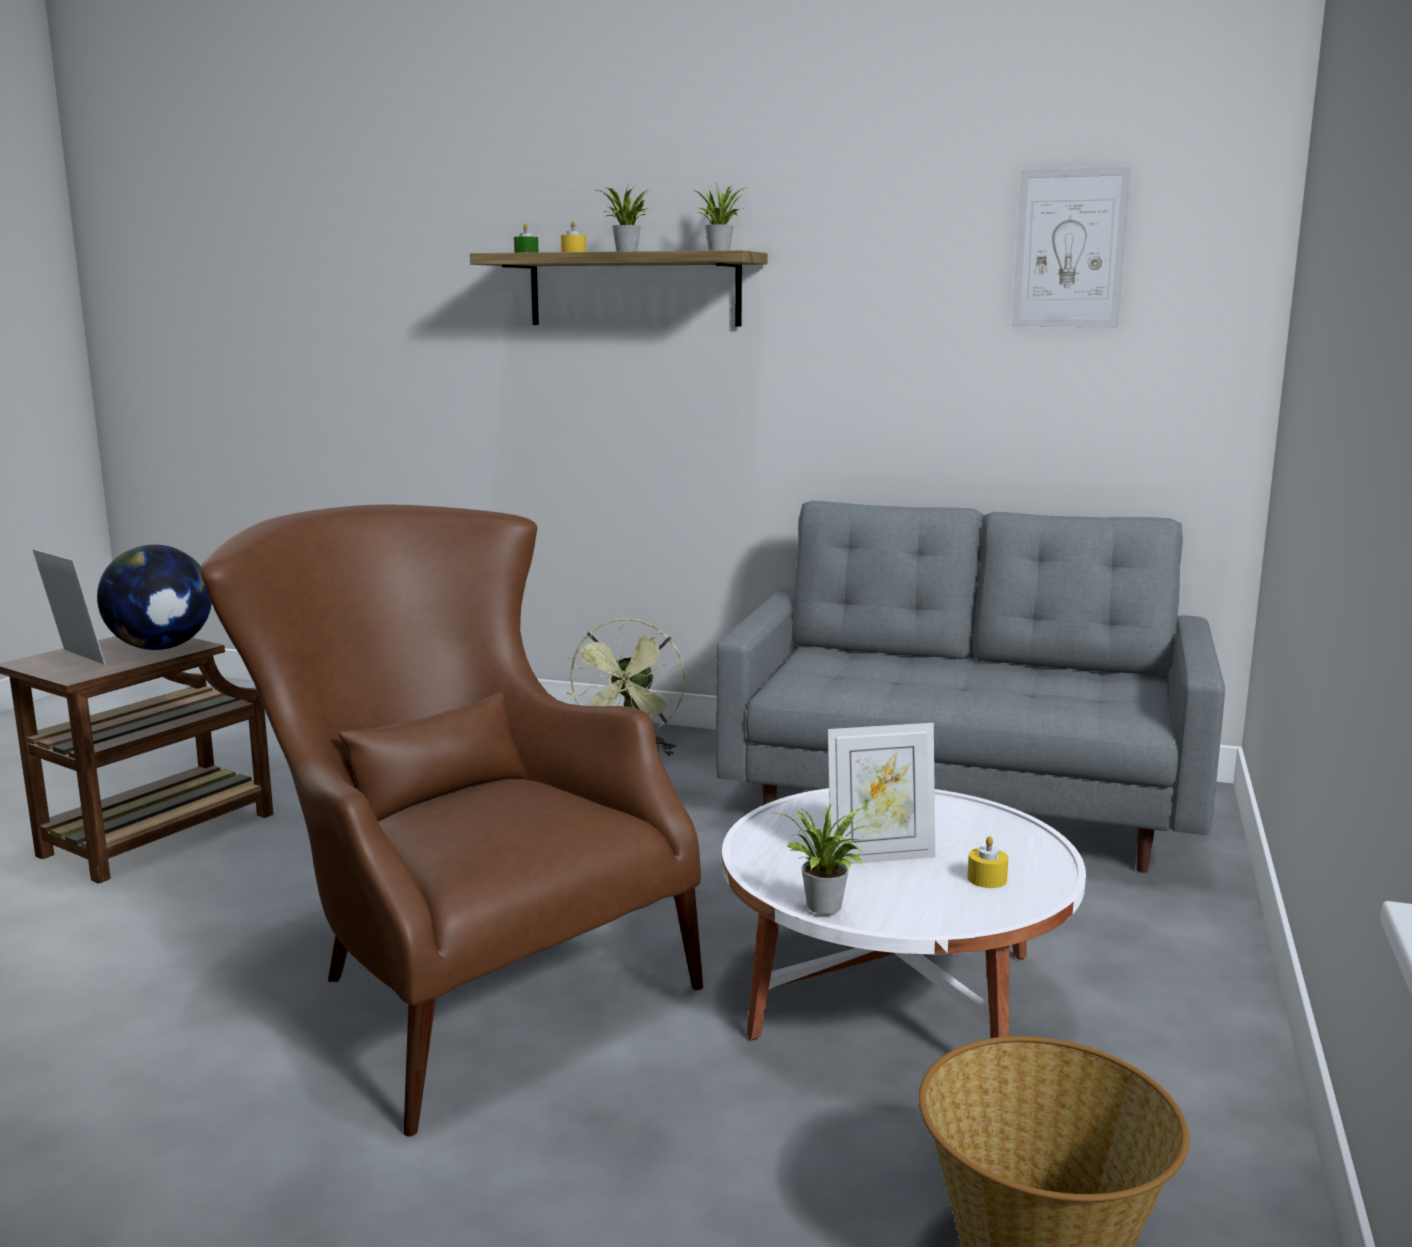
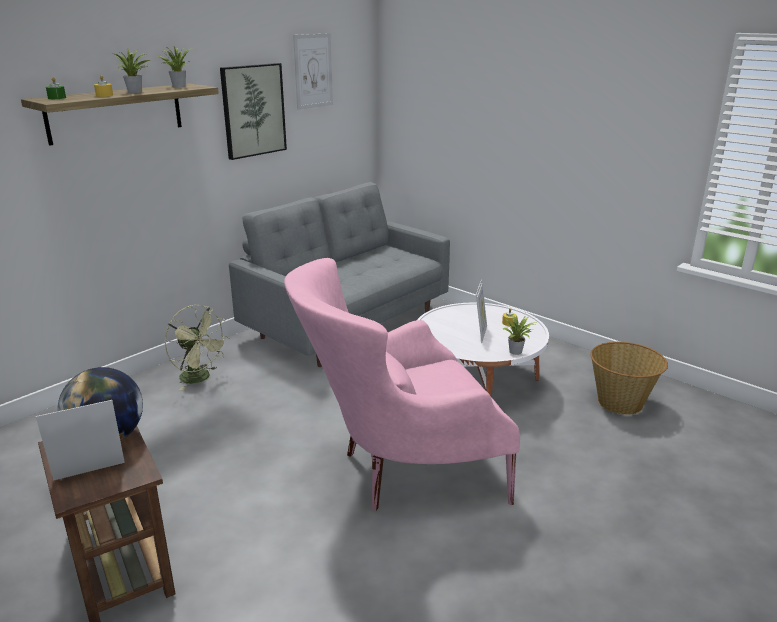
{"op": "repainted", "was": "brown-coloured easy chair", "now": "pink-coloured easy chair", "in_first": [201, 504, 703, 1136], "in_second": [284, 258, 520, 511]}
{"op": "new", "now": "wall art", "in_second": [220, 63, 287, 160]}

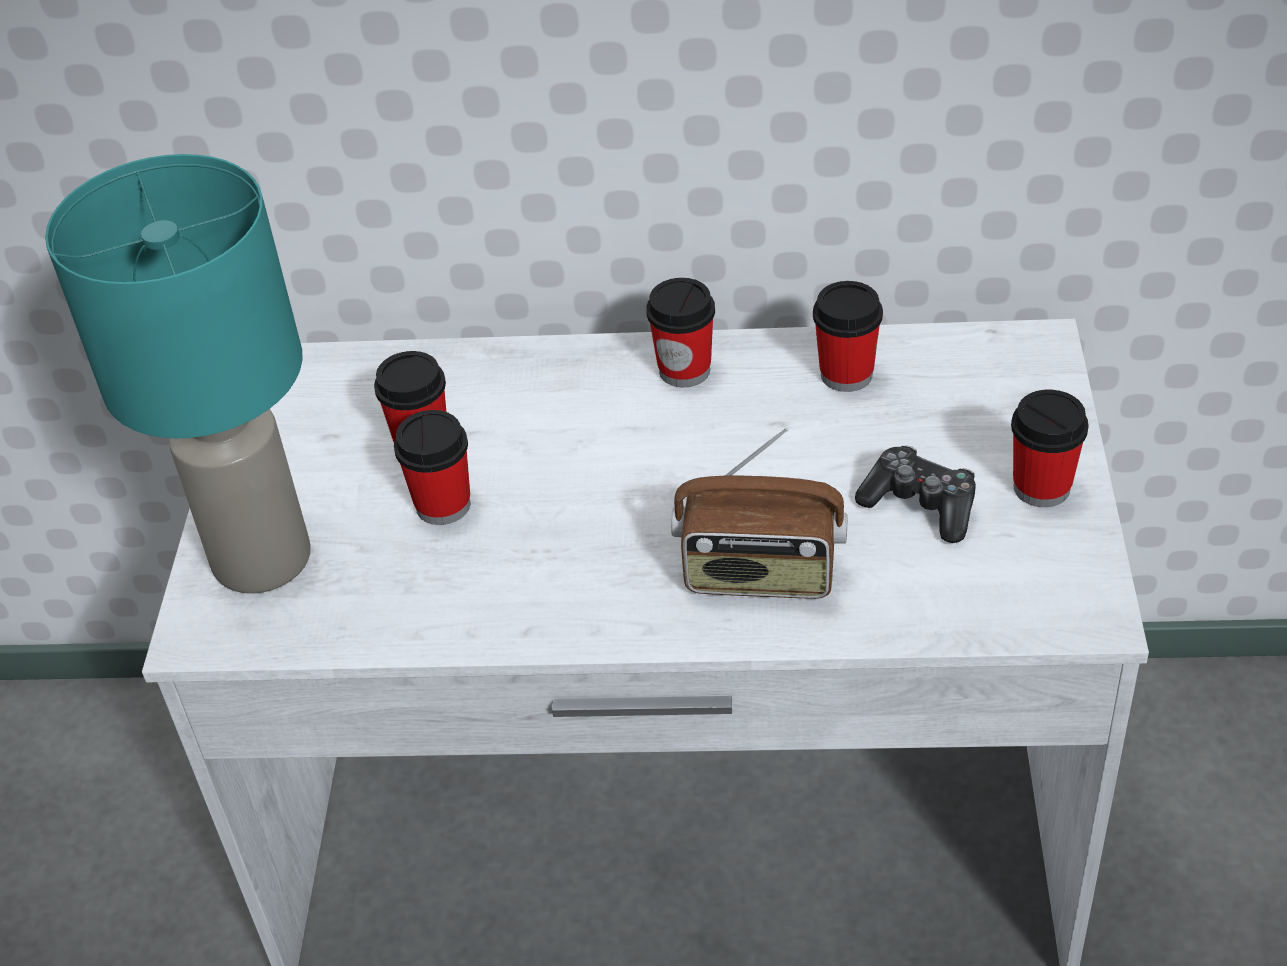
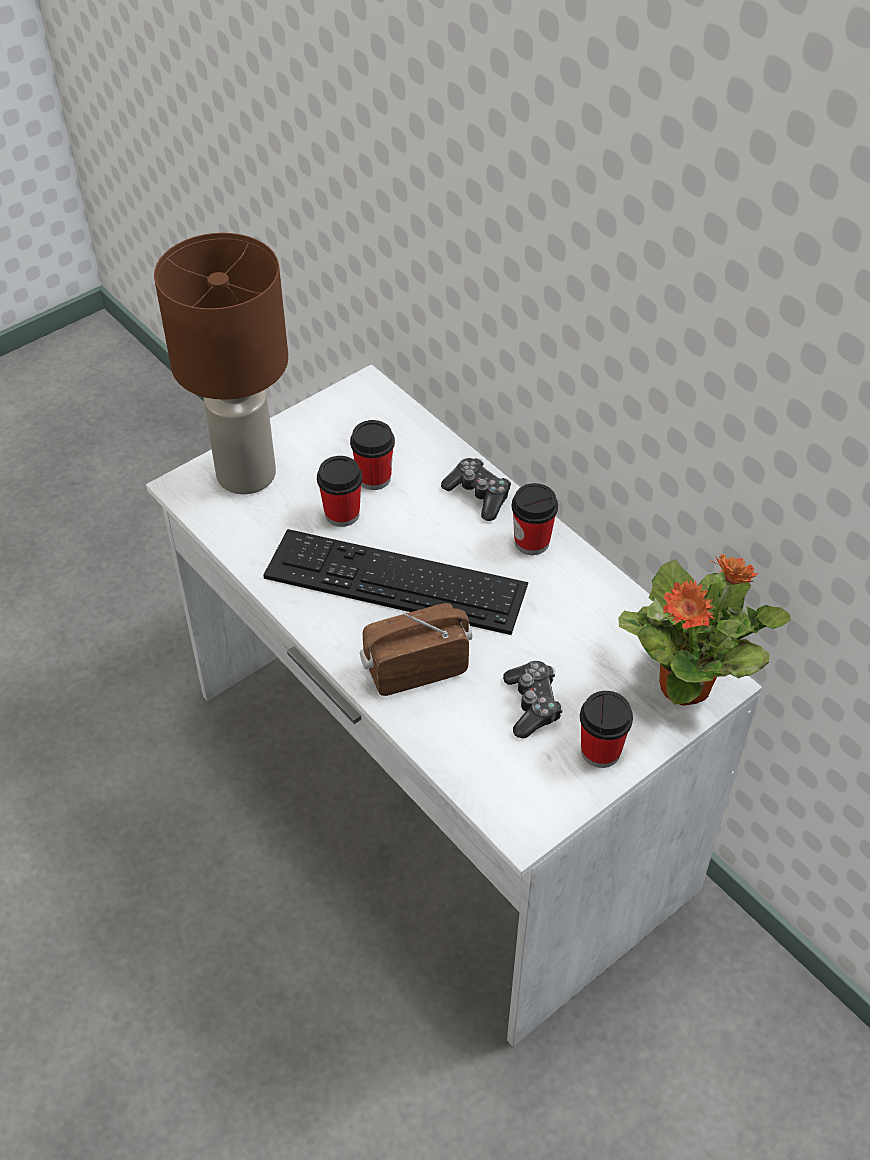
{"op": "repainted", "was": "turquoise lamp for a table", "now": "brown-coloured lamp for a table", "in_first": [45, 154, 311, 593], "in_second": [154, 233, 288, 494]}
{"op": "rotated", "was": "radio", "in_first": [671, 428, 848, 599], "in_second": [360, 603, 472, 696], "clockwise": 105}
{"op": "gone", "was": "small cup", "in_first": [813, 281, 883, 392]}
{"op": "new", "now": "PC keyboard", "in_second": [264, 529, 528, 635]}
{"op": "new", "now": "game controller", "in_second": [441, 458, 511, 521]}
{"op": "new", "now": "plant in a pot", "in_second": [618, 553, 791, 706]}

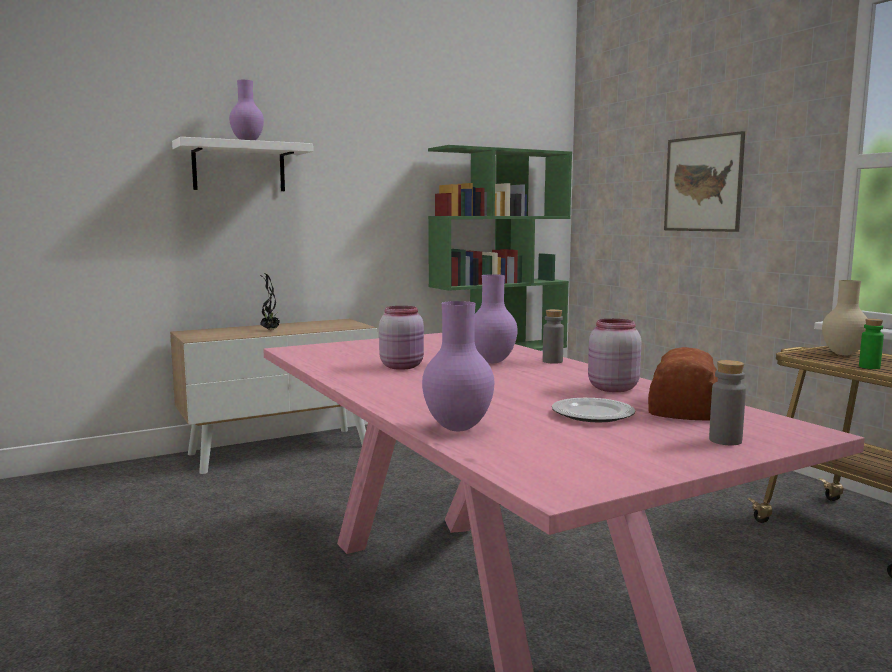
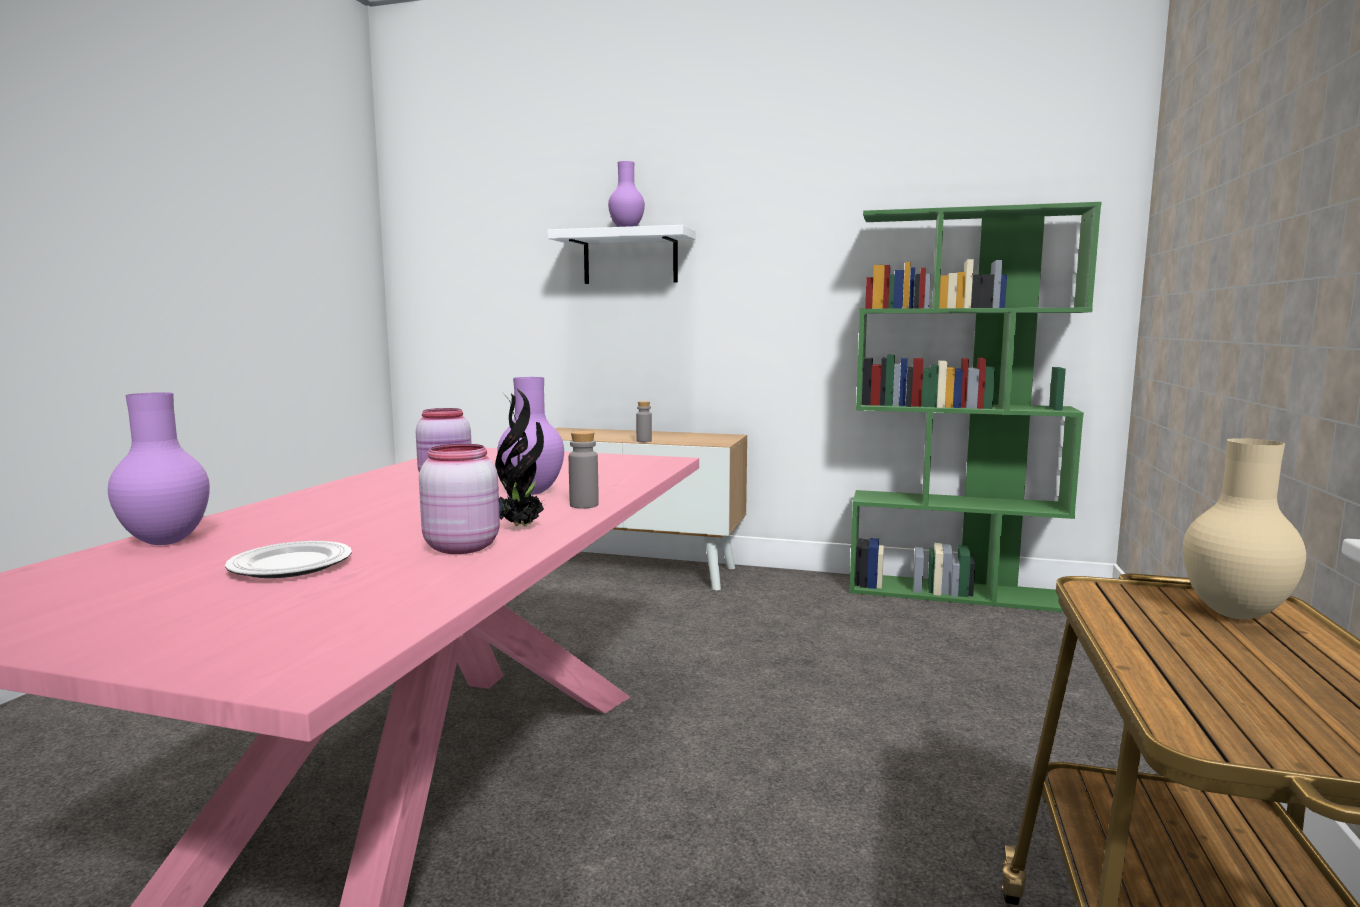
{"op": "shifted", "was": "plant in a pot", "in_first": [260, 273, 280, 330], "in_second": [495, 389, 546, 526]}
{"op": "gone", "was": "bread", "in_first": [648, 347, 718, 421]}
{"op": "gone", "was": "wall art", "in_first": [664, 131, 745, 232]}
{"op": "shifted", "was": "grey beverage bottle", "in_first": [709, 360, 746, 445], "in_second": [636, 401, 652, 442]}
{"op": "gone", "was": "green-coloured beverage bottle", "in_first": [859, 319, 884, 369]}

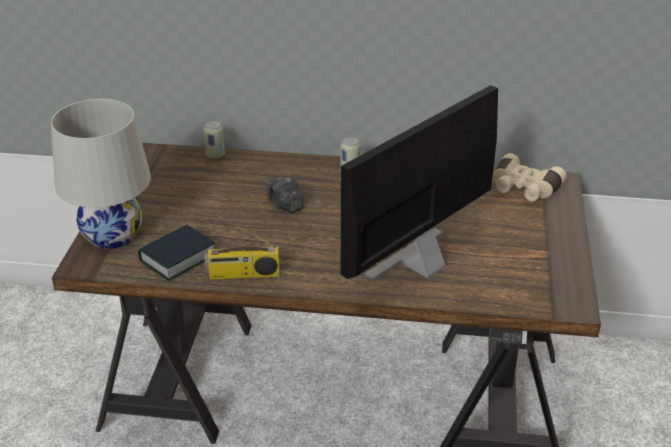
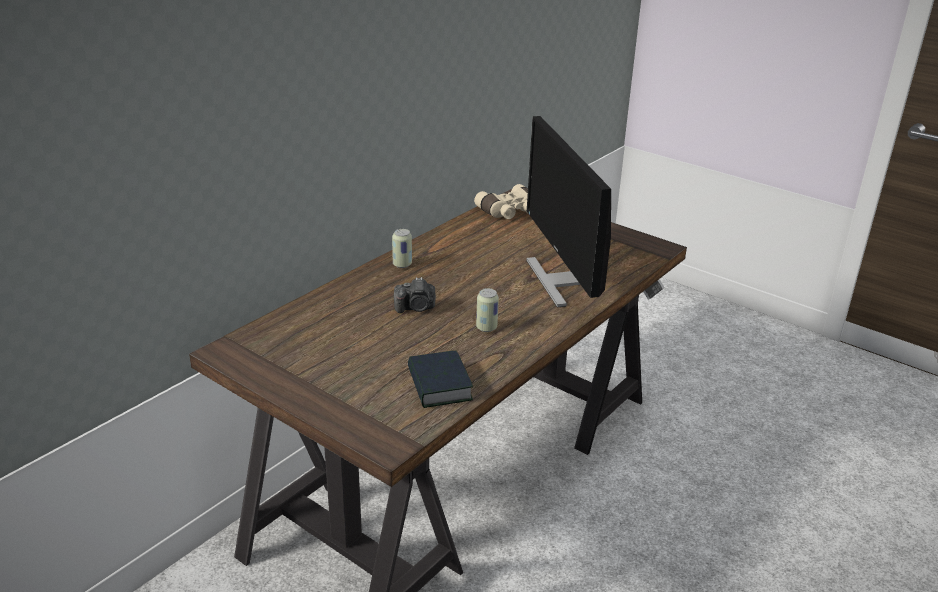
{"op": "gone", "was": "whitish lamp for a table", "in_first": [51, 99, 151, 249]}
{"op": "shifted", "was": "sealed can", "in_first": [203, 121, 225, 159], "in_second": [476, 288, 499, 332]}
{"op": "gone", "was": "radio", "in_first": [204, 215, 280, 280]}

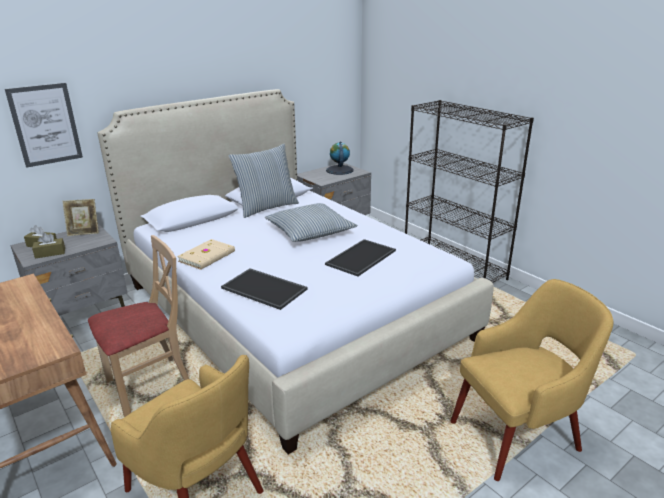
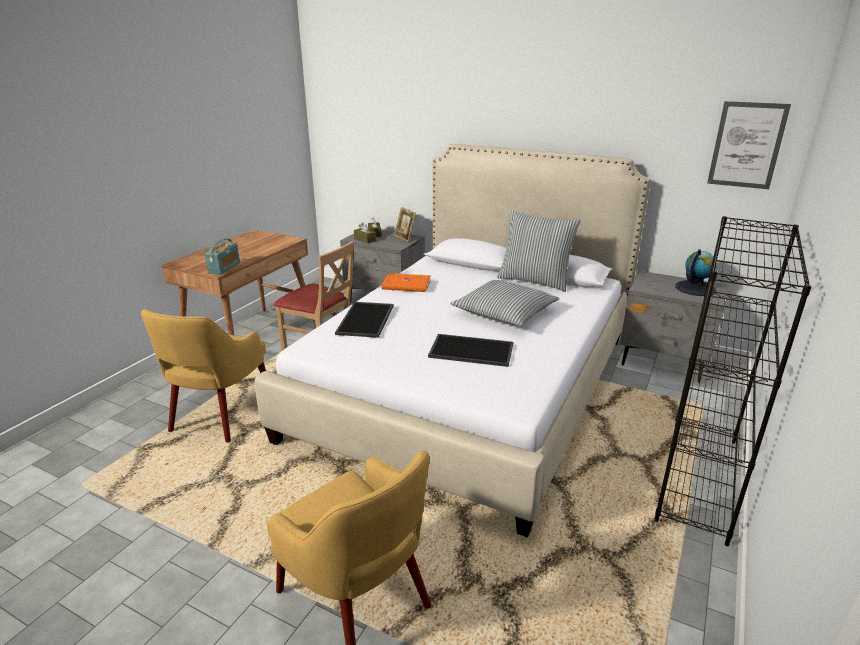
{"op": "shifted", "was": "wall art", "in_first": [5, 83, 83, 168], "in_second": [707, 101, 791, 189]}
{"op": "repainted", "was": "beige-coloured volume", "now": "orange-coloured volume", "in_first": [177, 239, 235, 270], "in_second": [382, 273, 431, 292]}
{"op": "new", "now": "radio", "in_second": [205, 239, 240, 275]}

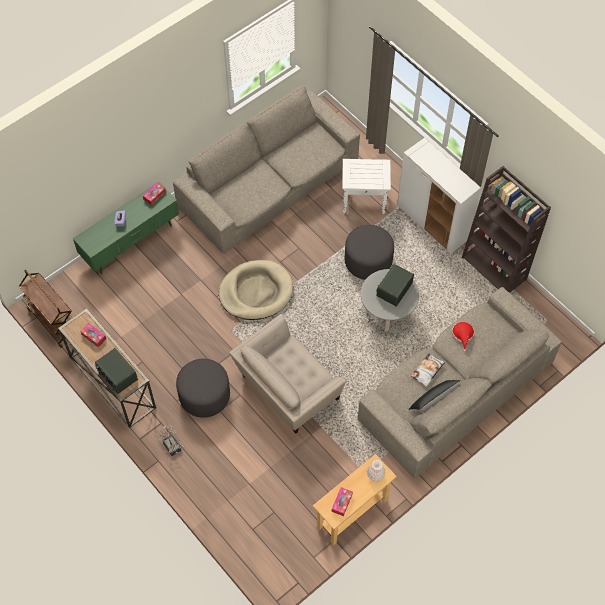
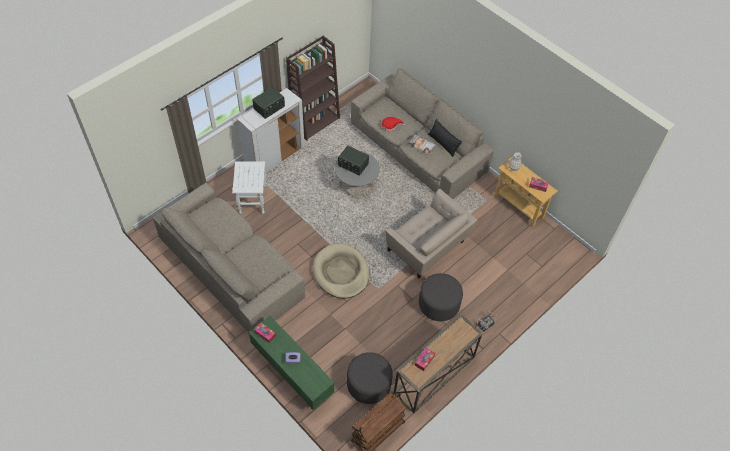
{"op": "shifted", "was": "radio", "in_first": [95, 348, 138, 394], "in_second": [252, 87, 285, 119]}
{"op": "shifted", "was": "grey pouffe", "in_first": [345, 225, 394, 280], "in_second": [347, 352, 393, 404]}

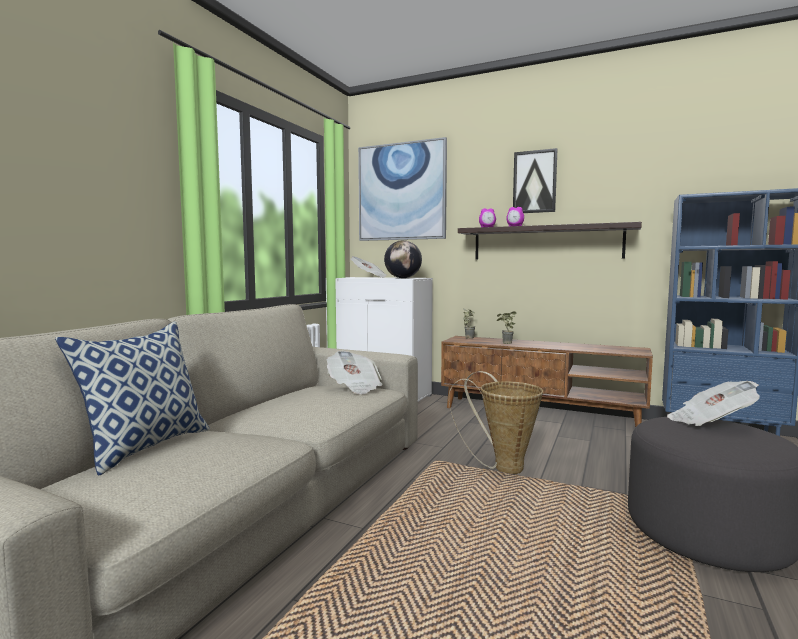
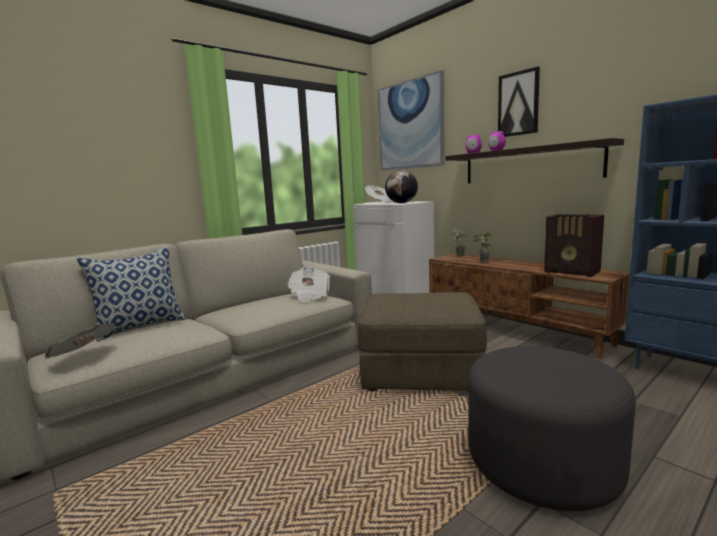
{"op": "swapped", "was": "basket", "now": "brown-coloured pouffe", "in_first": [449, 371, 543, 474], "in_second": [358, 292, 487, 391]}
{"op": "shifted", "was": "newspaper", "in_first": [667, 381, 760, 426], "in_second": [44, 323, 115, 359]}
{"op": "new", "now": "radio", "in_second": [544, 214, 604, 277]}

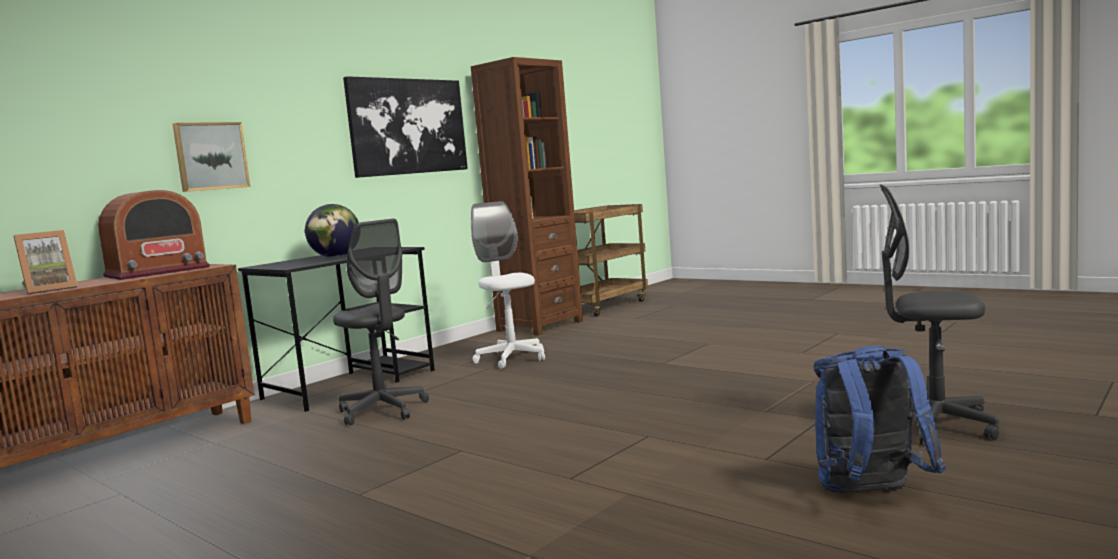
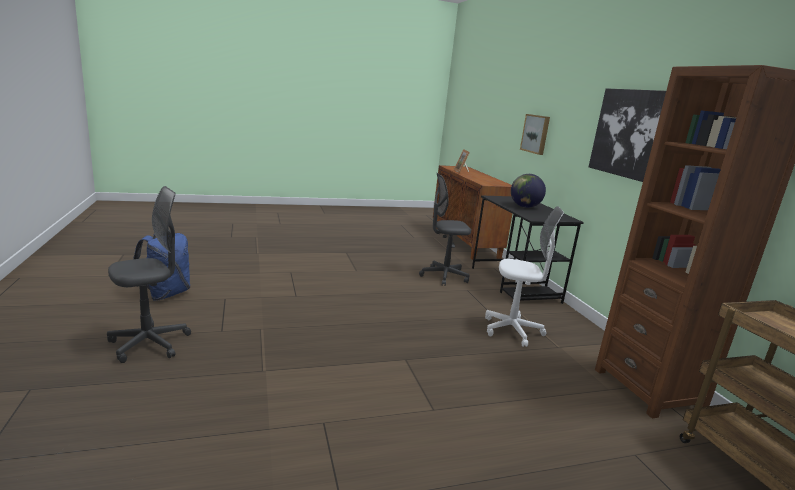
{"op": "gone", "was": "radio", "in_first": [98, 190, 210, 280]}

